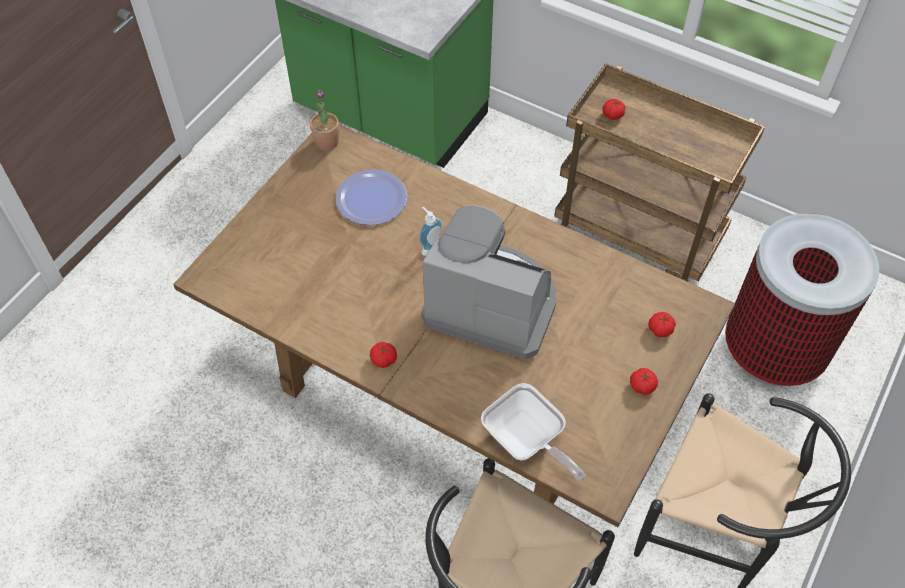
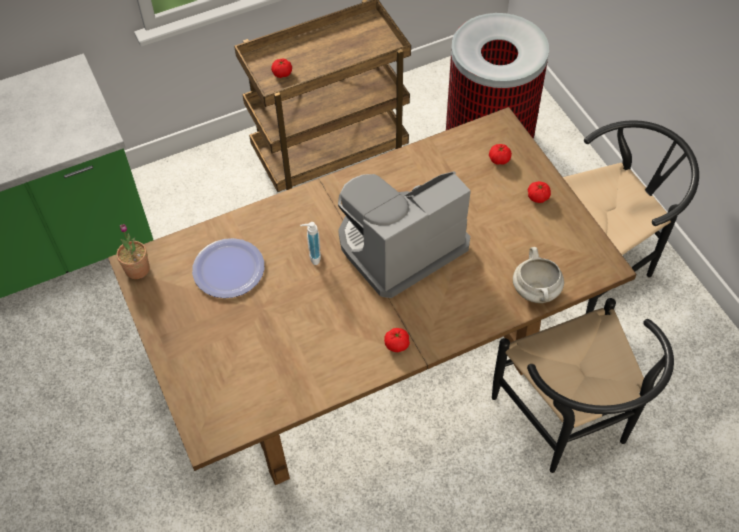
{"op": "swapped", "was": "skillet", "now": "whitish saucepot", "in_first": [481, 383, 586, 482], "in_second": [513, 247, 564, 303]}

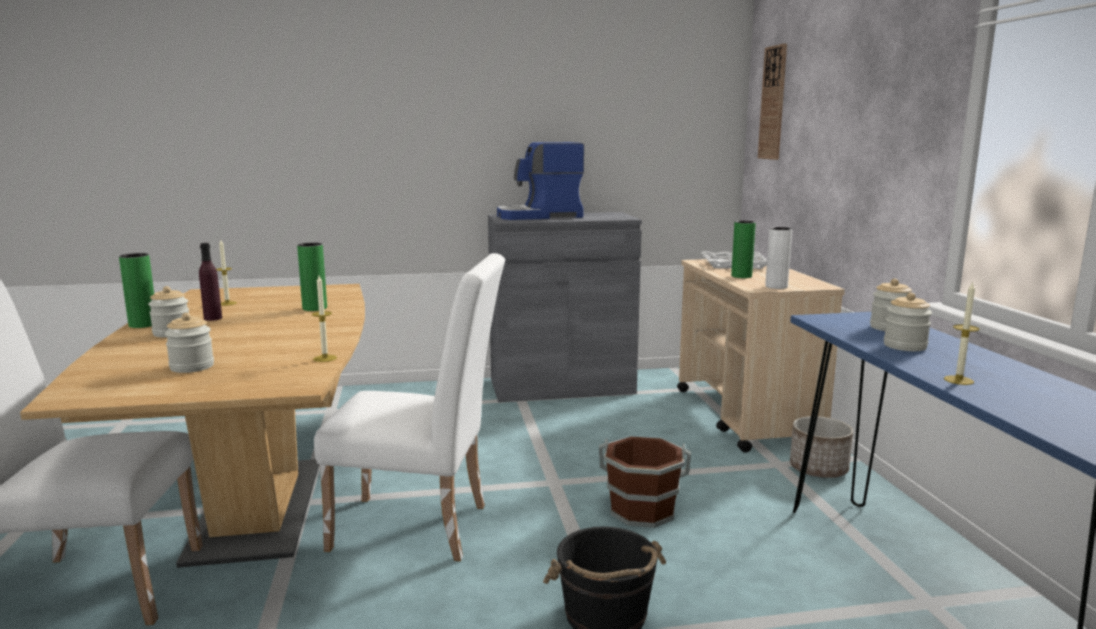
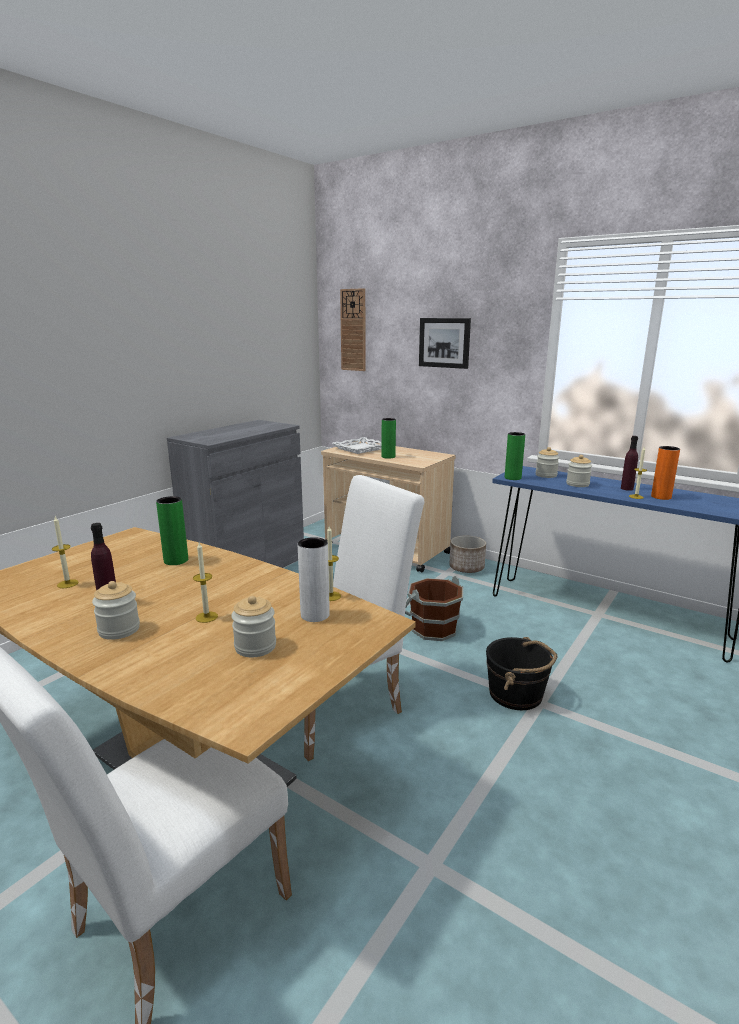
{"op": "shifted", "was": "green-coloured decorative vase", "in_first": [119, 253, 154, 328], "in_second": [505, 432, 525, 480]}
{"op": "gone", "was": "coffee maker", "in_first": [497, 142, 584, 220]}
{"op": "shifted", "was": "whitish decorative vase", "in_first": [765, 227, 792, 289], "in_second": [298, 537, 330, 622]}
{"op": "new", "now": "candle", "in_second": [193, 543, 218, 623]}
{"op": "new", "now": "wall art", "in_second": [419, 318, 471, 369]}
{"op": "new", "now": "purplish beverage bottle", "in_second": [621, 436, 638, 491]}
{"op": "new", "now": "orange-coloured decorative vase", "in_second": [651, 446, 680, 500]}

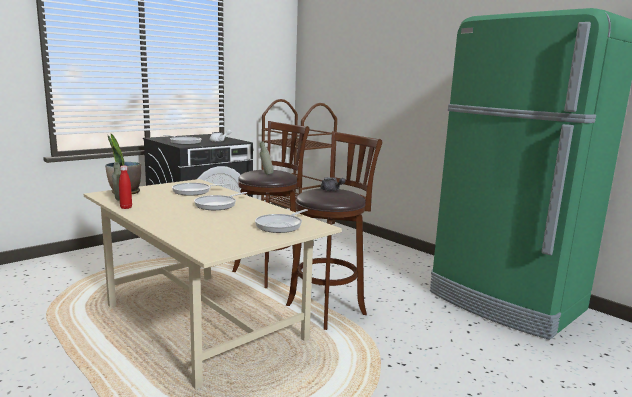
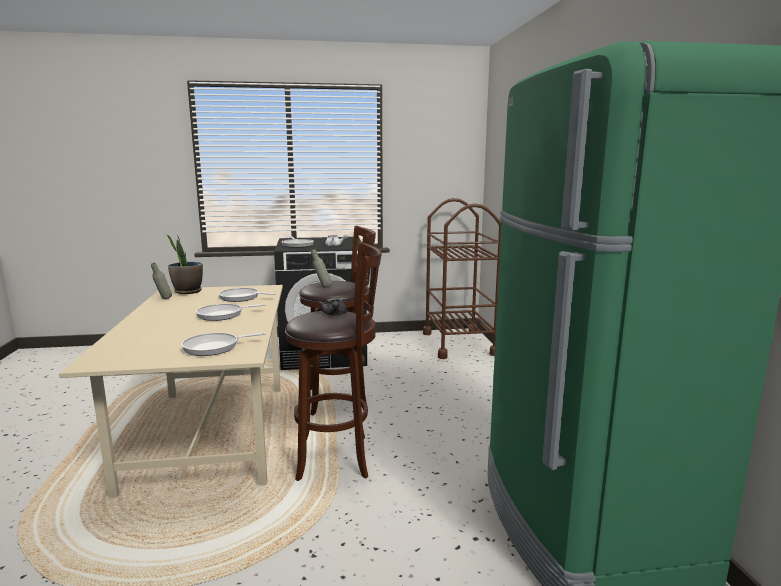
{"op": "gone", "was": "red beverage bottle", "in_first": [119, 166, 132, 209]}

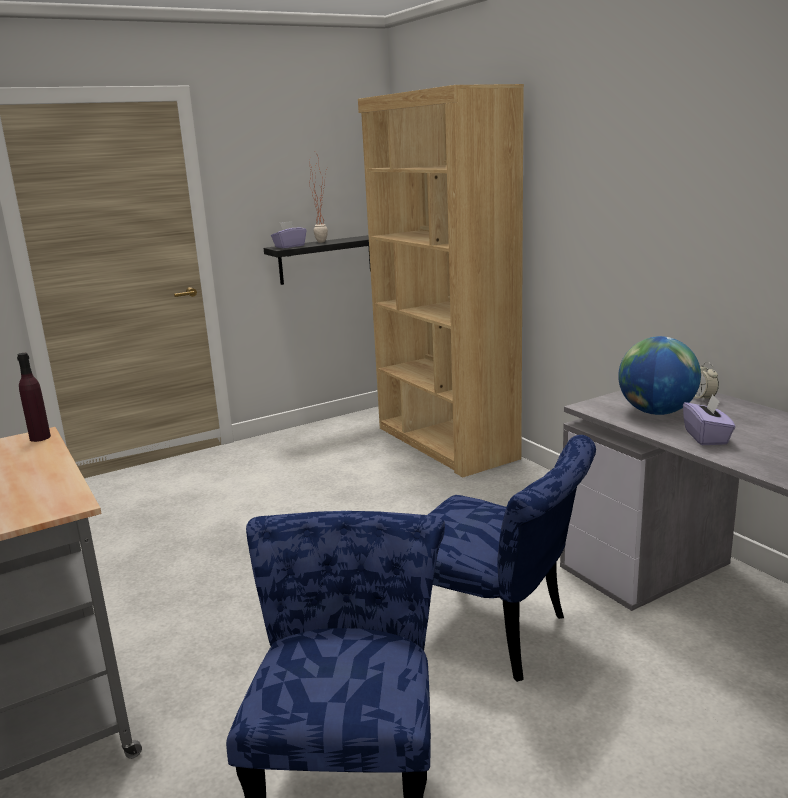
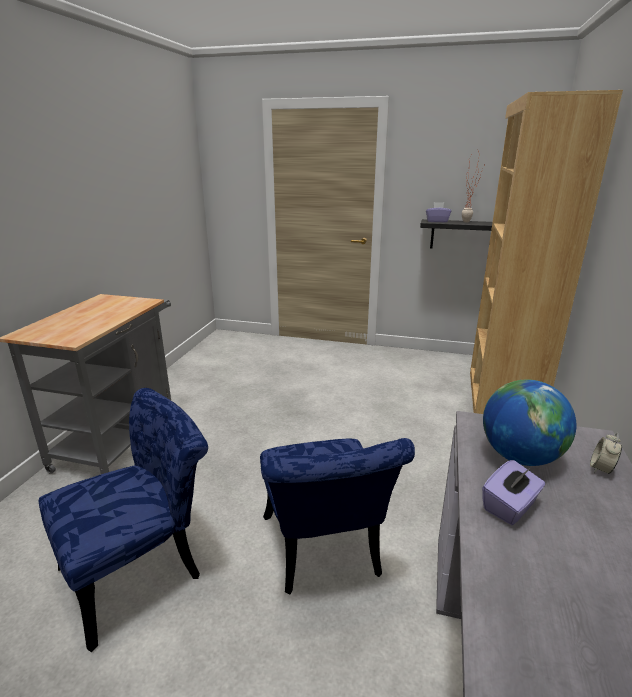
{"op": "gone", "was": "purplish beverage bottle", "in_first": [17, 353, 51, 442]}

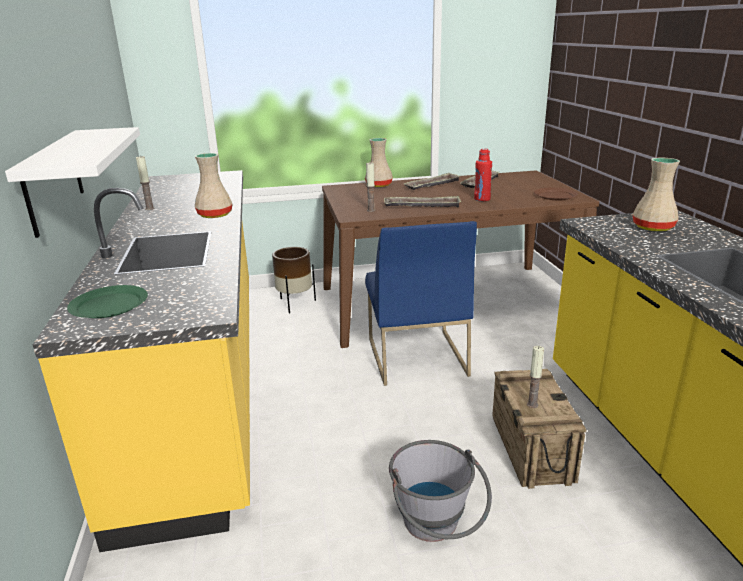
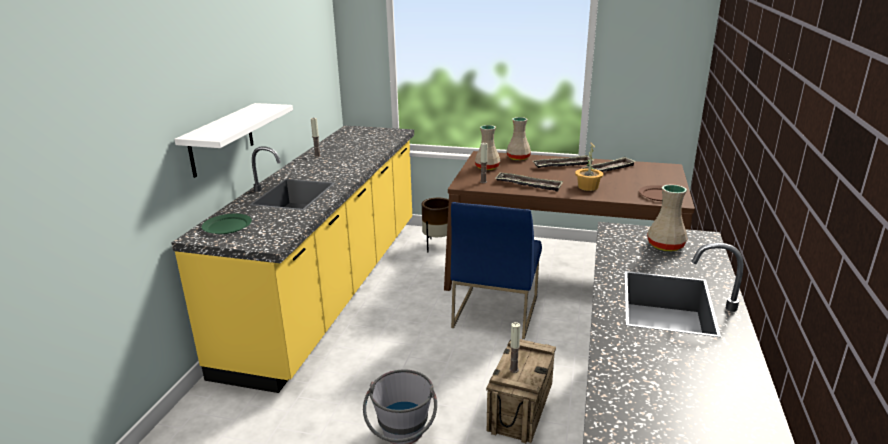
{"op": "shifted", "was": "beige-coloured decorative vase", "in_first": [195, 153, 232, 218], "in_second": [475, 125, 500, 170]}
{"op": "swapped", "was": "red beverage bottle", "now": "plant in a pot", "in_first": [474, 149, 492, 201], "in_second": [575, 143, 604, 191]}

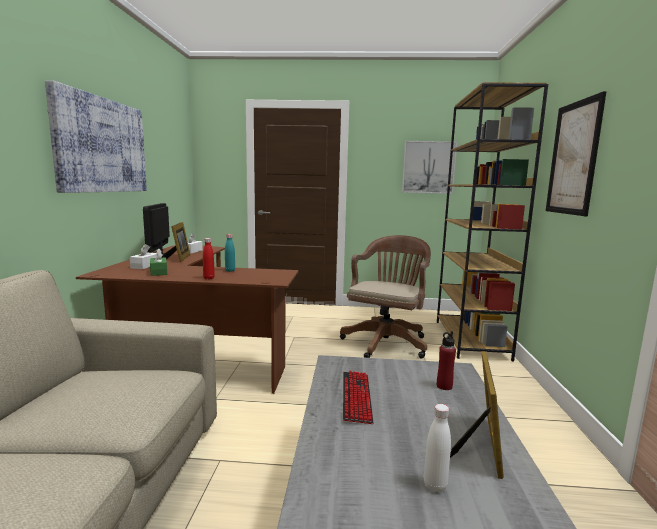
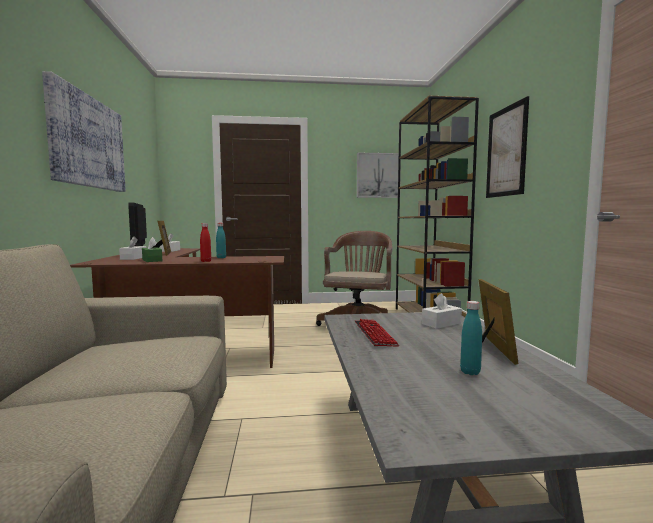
{"op": "repainted", "was": "whitish beverage bottle", "now": "turquoise beverage bottle", "in_first": [424, 404, 451, 493], "in_second": [460, 301, 482, 375]}
{"op": "swapped", "was": "red beverage bottle", "now": "whitish tissue box", "in_first": [437, 331, 456, 390], "in_second": [422, 293, 462, 329]}

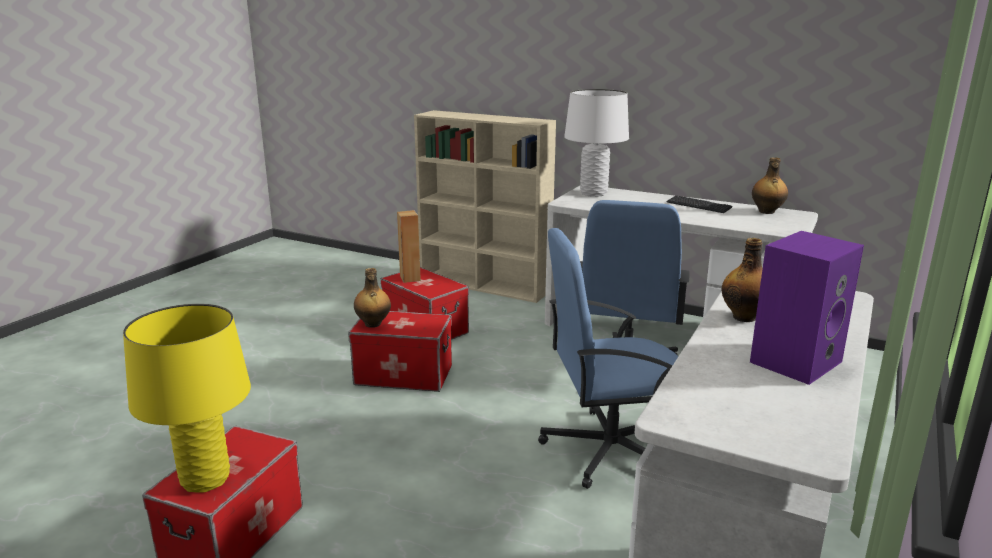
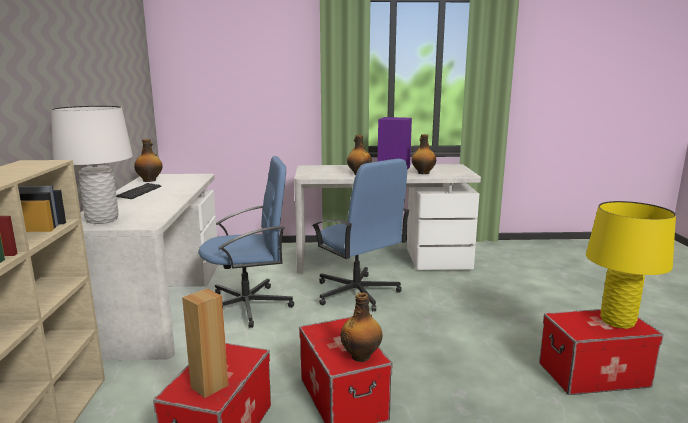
{"op": "new", "now": "beverage bottle", "in_second": [411, 134, 436, 174]}

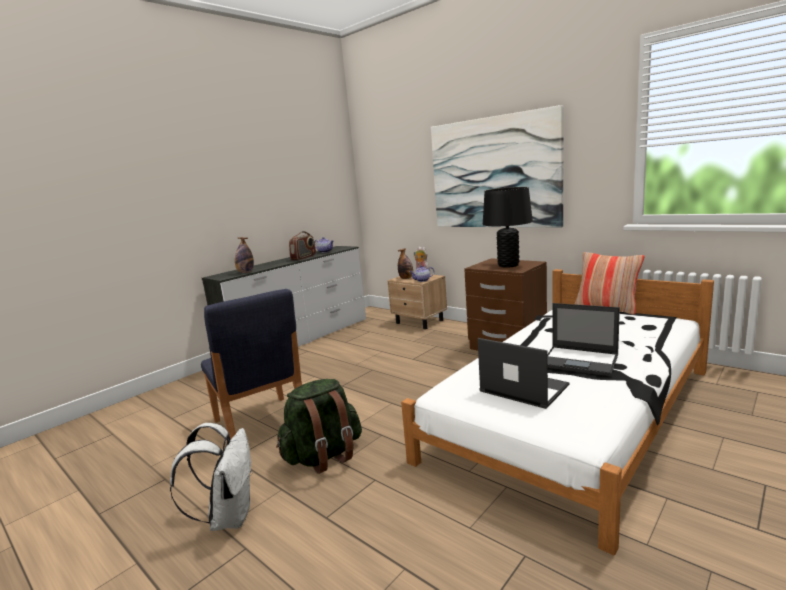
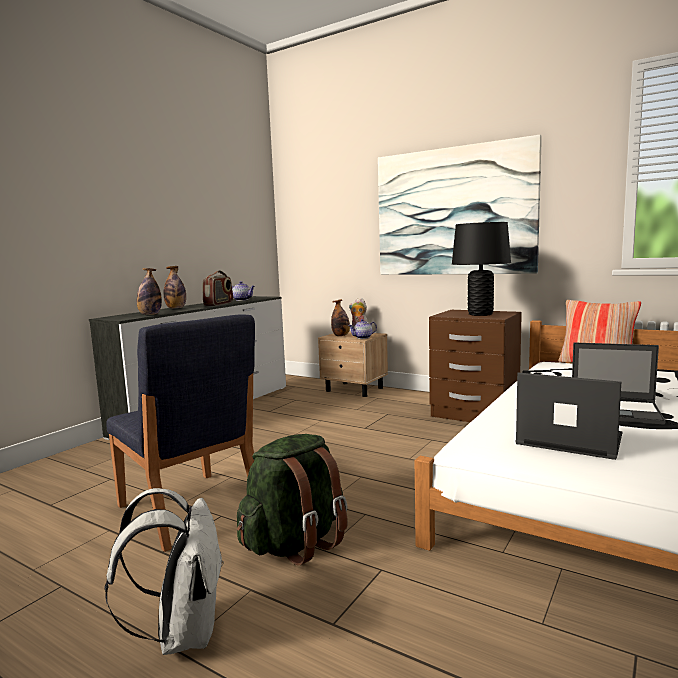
{"op": "new", "now": "beverage bottle", "in_second": [164, 266, 186, 309]}

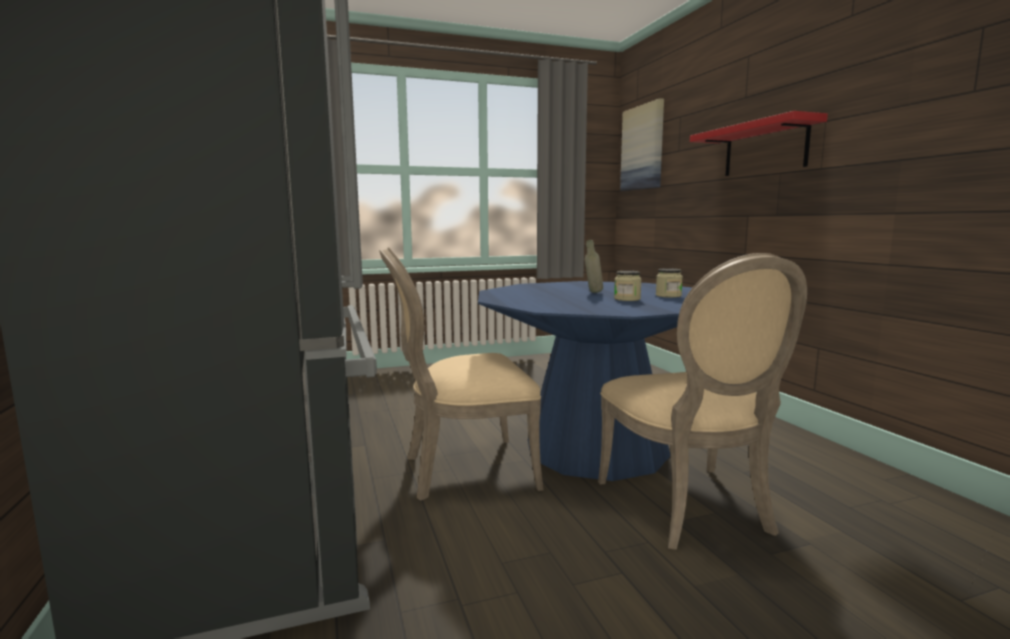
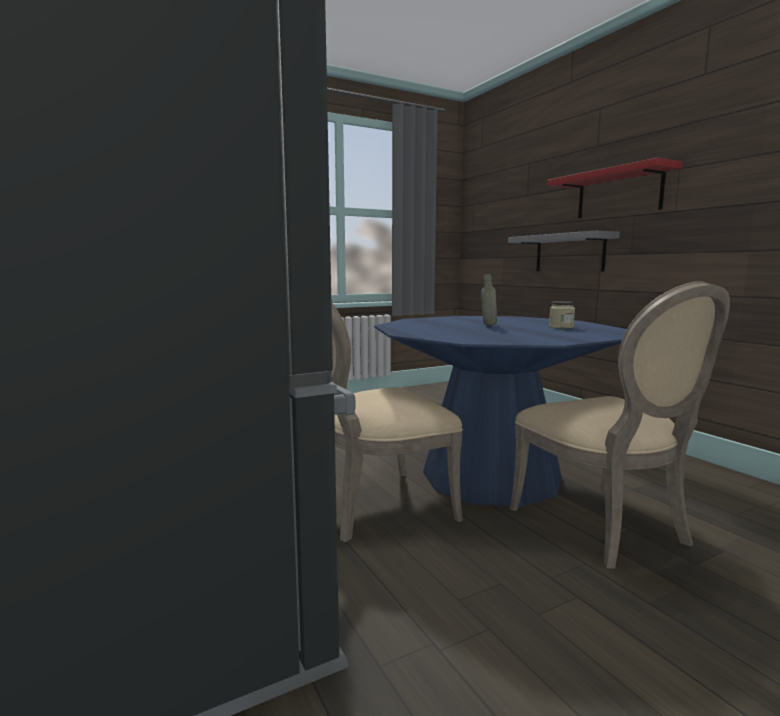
{"op": "gone", "was": "preserve jar", "in_first": [614, 271, 642, 301]}
{"op": "gone", "was": "wall art", "in_first": [620, 98, 664, 191]}
{"op": "new", "now": "grey shelf", "in_second": [508, 231, 620, 272]}

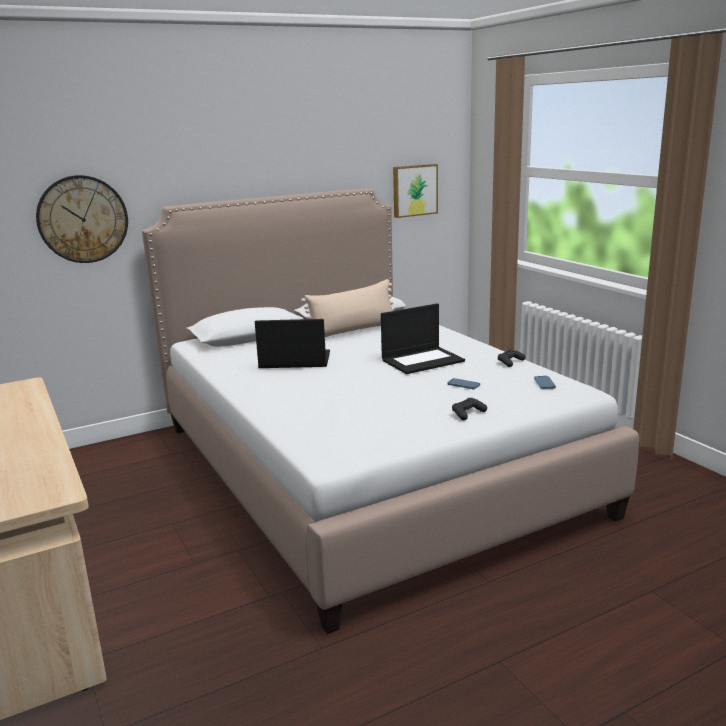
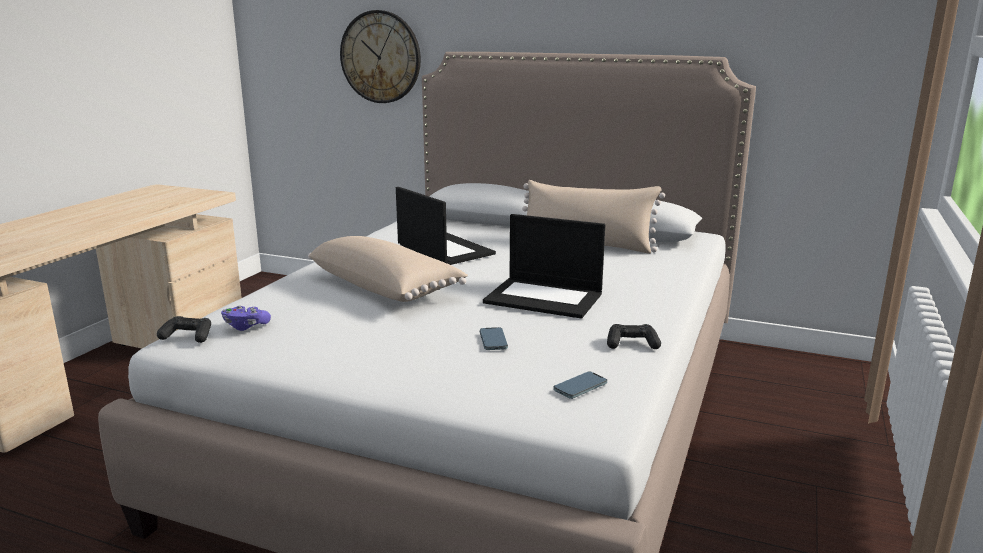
{"op": "gone", "was": "wall art", "in_first": [393, 164, 438, 218]}
{"op": "shifted", "was": "blackish game controller", "in_first": [452, 398, 487, 420], "in_second": [157, 316, 211, 343]}
{"op": "new", "now": "purplish game controller", "in_second": [221, 306, 271, 331]}
{"op": "new", "now": "beige-coloured cushion", "in_second": [308, 236, 468, 302]}

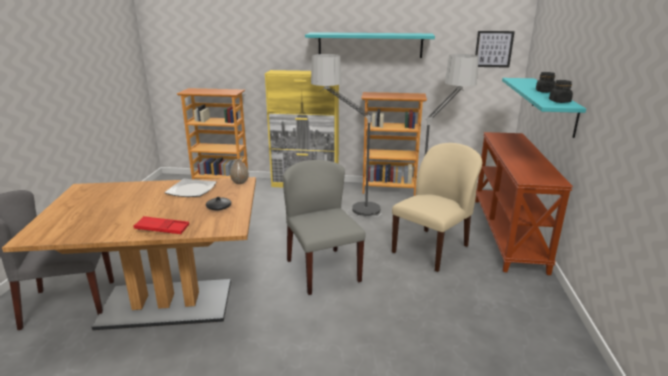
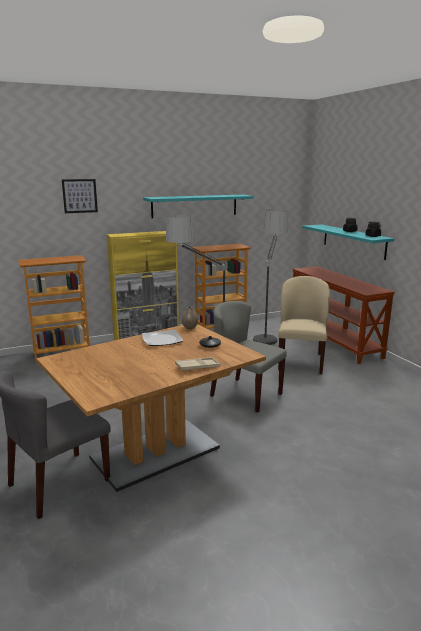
{"op": "repainted", "was": "red serving tray", "now": "beige-coloured serving tray", "in_first": [134, 216, 189, 234], "in_second": [175, 357, 221, 371]}
{"op": "shifted", "was": "wall art", "in_first": [475, 31, 515, 68], "in_second": [62, 179, 98, 213]}

